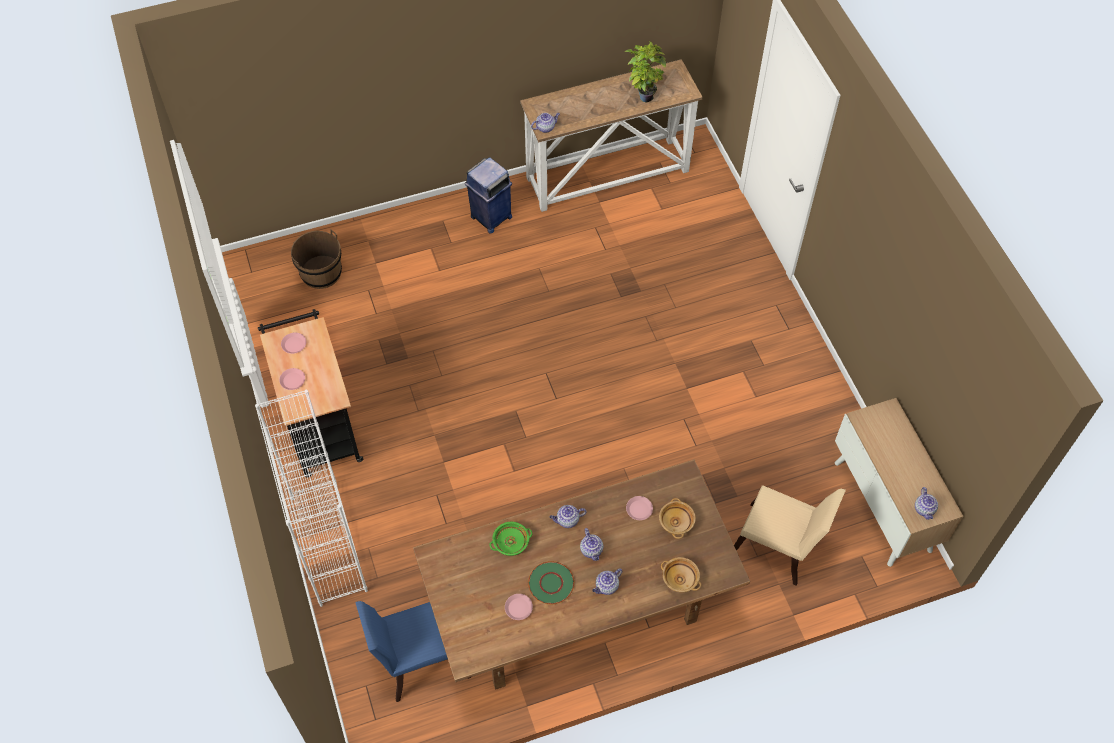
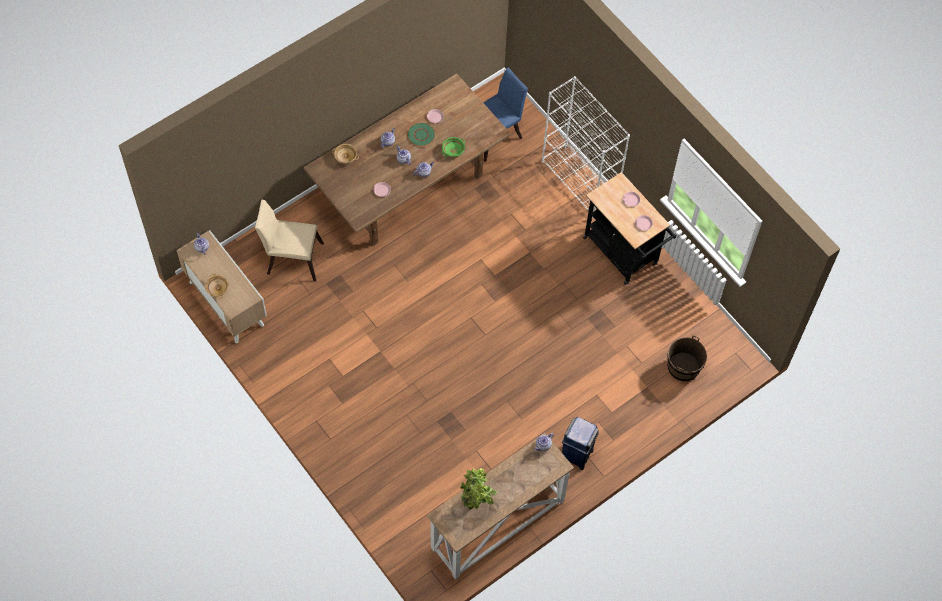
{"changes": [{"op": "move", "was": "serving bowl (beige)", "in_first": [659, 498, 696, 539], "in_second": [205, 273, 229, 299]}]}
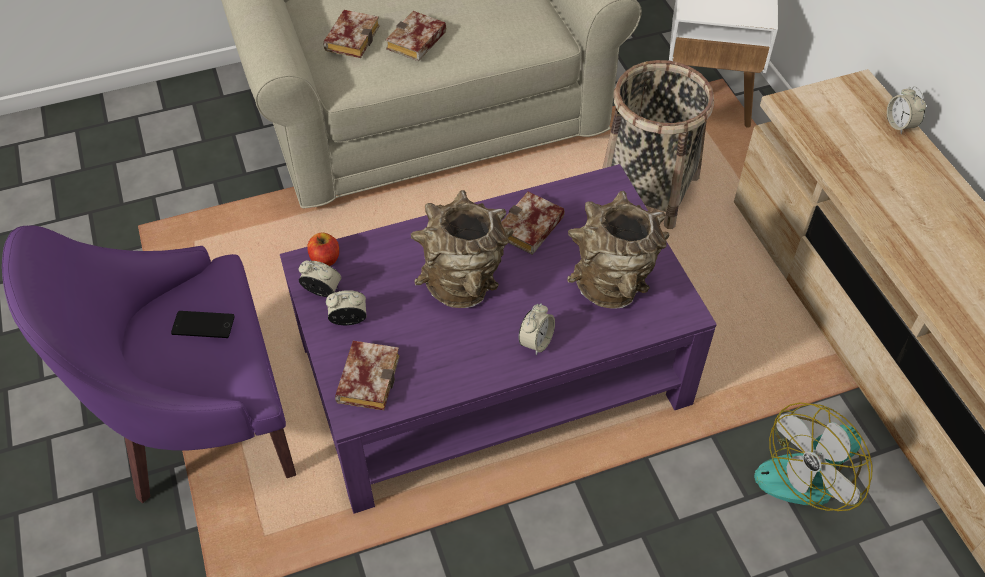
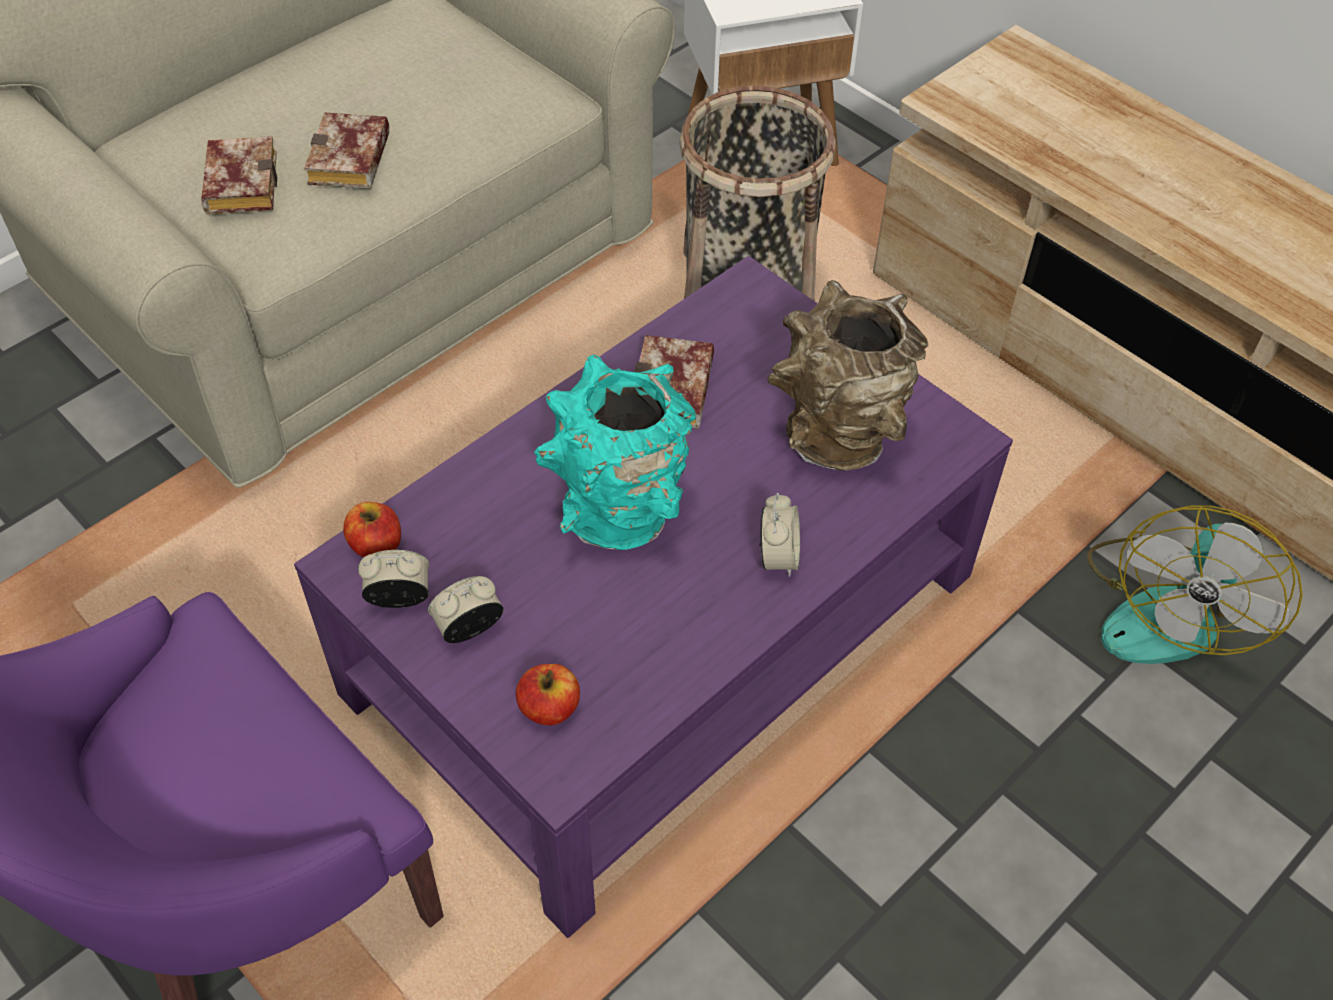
{"changes": [{"op": "delete", "was": "bedside clock", "in_first": [887, 86, 926, 134]}, {"op": "recolor", "was": "flower vase (brown)", "now": "flower vase (blue-green)", "in_first": [411, 190, 513, 308], "in_second": [534, 354, 697, 550]}, {"op": "delete", "was": "handset", "in_first": [171, 311, 235, 338]}, {"op": "replace", "was": "bound book", "now": "whole apple", "in_first": [335, 341, 400, 410], "in_second": [516, 664, 580, 726]}]}
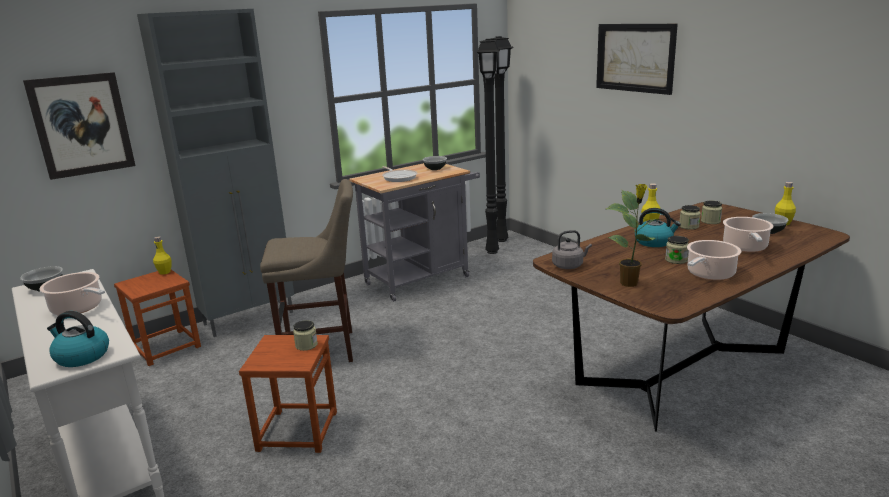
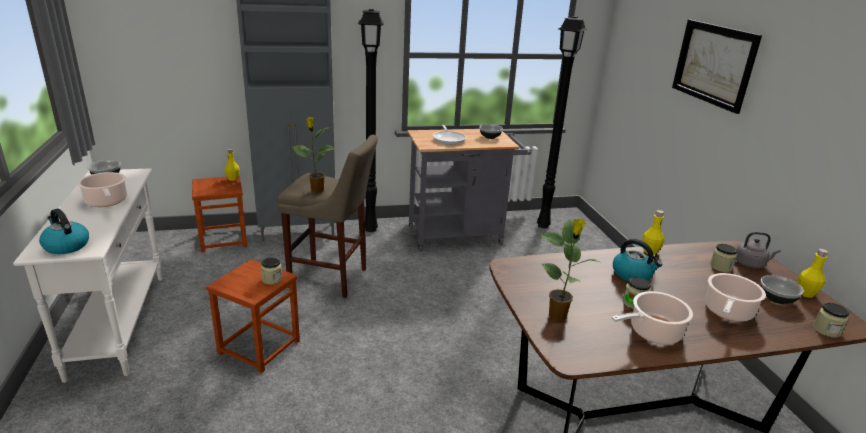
{"changes": [{"op": "move", "was": "floor lamp (blackish)", "in_first": [491, 36, 514, 242], "in_second": [358, 9, 384, 232]}, {"op": "delete", "was": "wall art", "in_first": [23, 72, 136, 180]}, {"op": "move", "was": "jar", "in_first": [680, 205, 701, 230], "in_second": [813, 303, 849, 338]}, {"op": "move", "was": "water kettle (gray)", "in_first": [552, 230, 592, 269], "in_second": [736, 232, 781, 268]}, {"op": "insert", "now": "houseplant", "in_second": [292, 117, 335, 193]}]}
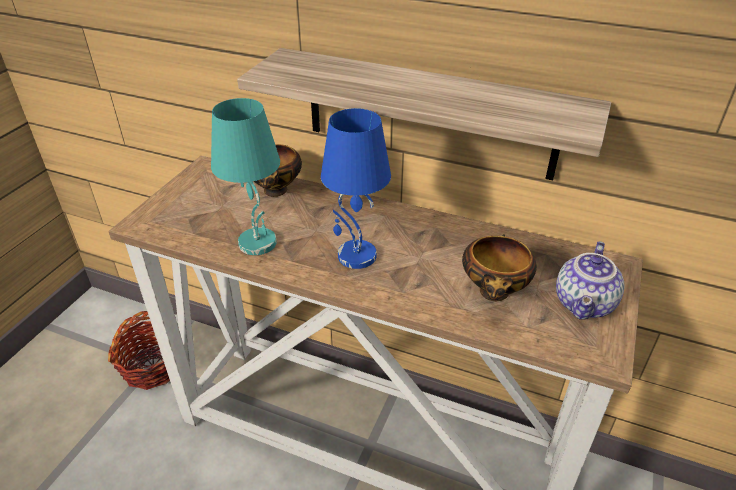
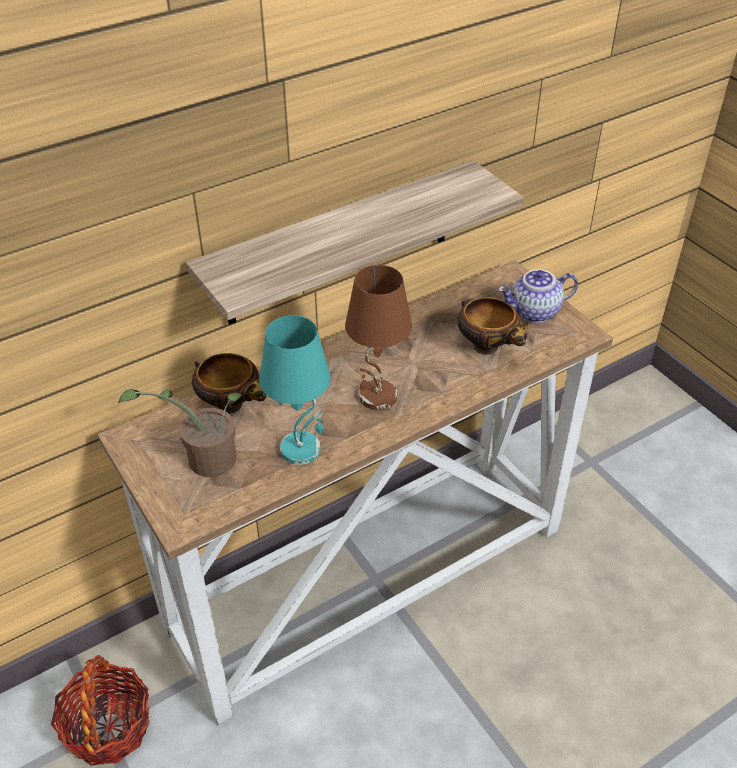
{"changes": [{"op": "recolor", "was": "table lamp (bluish)", "now": "table lamp (brown)", "in_first": [321, 108, 391, 269], "in_second": [345, 265, 412, 410]}, {"op": "rotate", "was": "tea pot", "in_first": [556, 241, 625, 320], "in_second": [498, 270, 578, 323], "clockwise": 105}, {"op": "insert", "now": "houseplant", "in_second": [118, 389, 242, 477]}]}
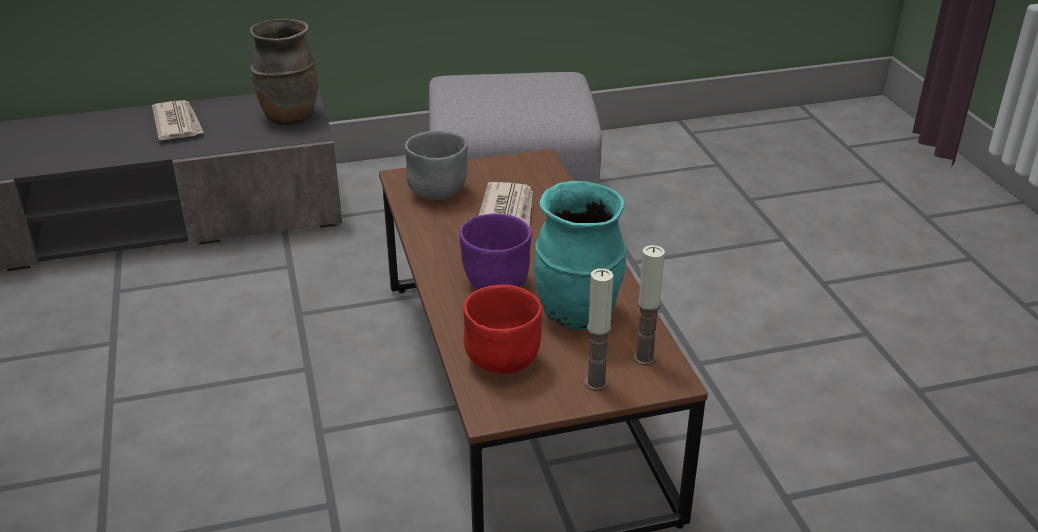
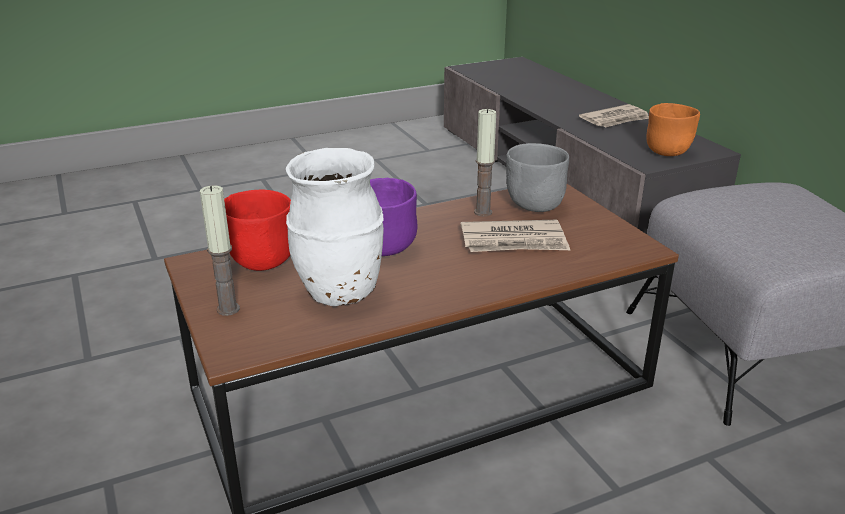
{"changes": [{"op": "replace", "was": "flower vase (brown)", "now": "serving bowl (orange-coloured)", "in_first": [250, 19, 318, 125], "in_second": [646, 103, 700, 156]}, {"op": "recolor", "was": "flower vase (blue-green)", "now": "flower vase (whitish)", "in_first": [534, 181, 626, 330], "in_second": [286, 148, 384, 306]}, {"op": "move", "was": "candle", "in_first": [634, 245, 665, 365], "in_second": [474, 108, 496, 216]}]}
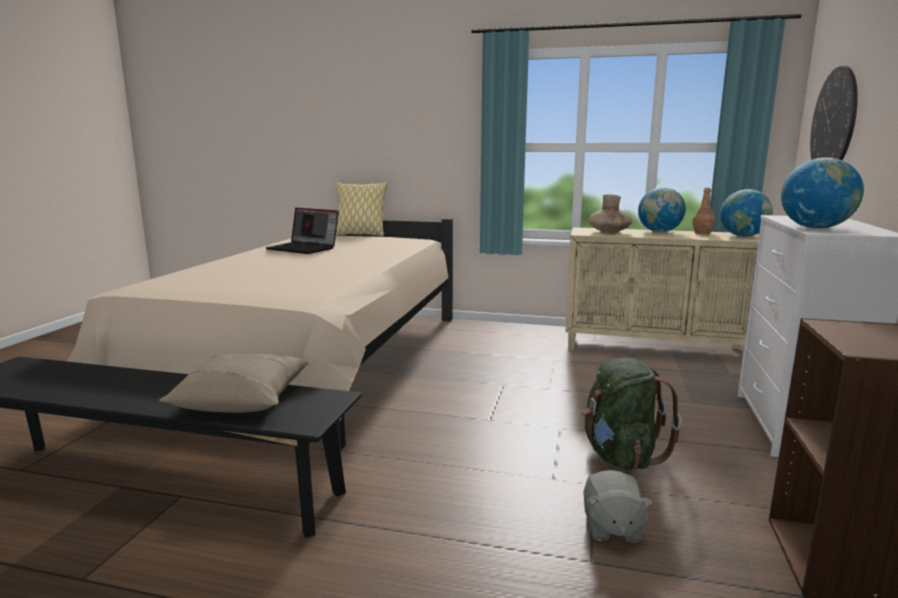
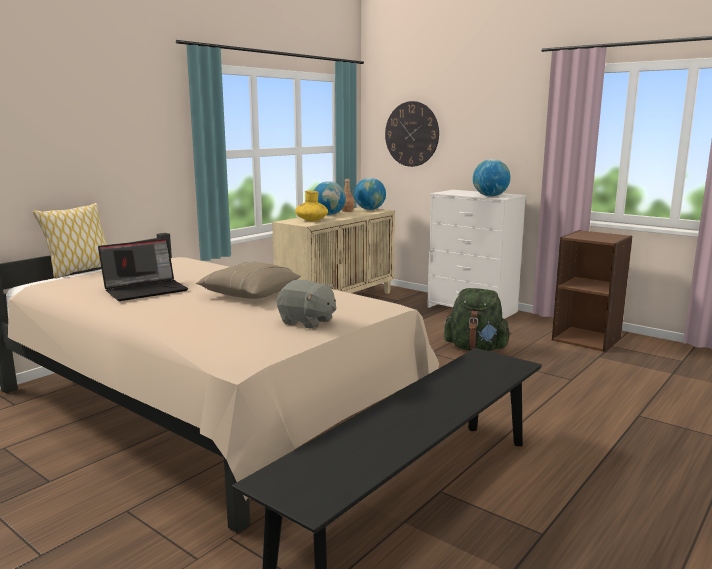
{"changes": [{"op": "recolor", "was": "flower vase (brown)", "now": "flower vase (yellow-coloured)", "in_first": [589, 194, 632, 233], "in_second": [295, 191, 328, 221]}, {"op": "move", "was": "cushion (beige)", "in_first": [159, 353, 309, 413], "in_second": [196, 261, 301, 299]}, {"op": "move", "was": "plush toy (gray)", "in_first": [583, 470, 653, 543], "in_second": [277, 280, 336, 329]}]}
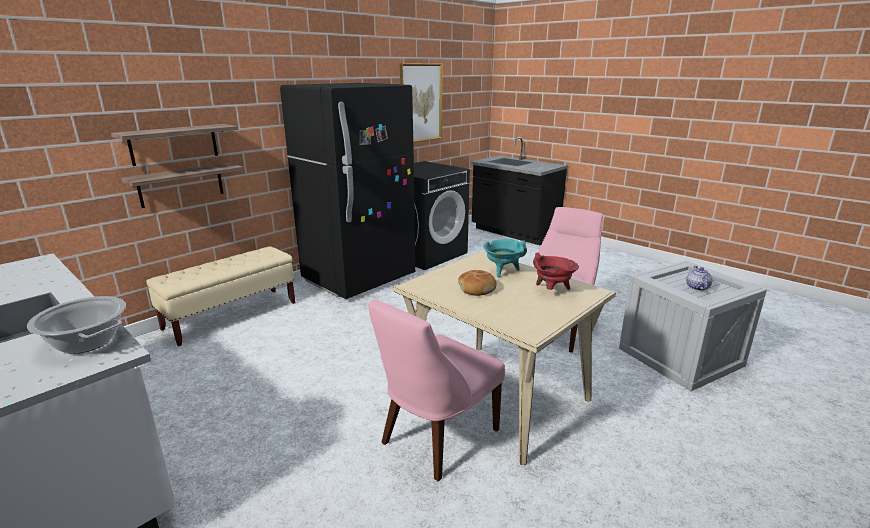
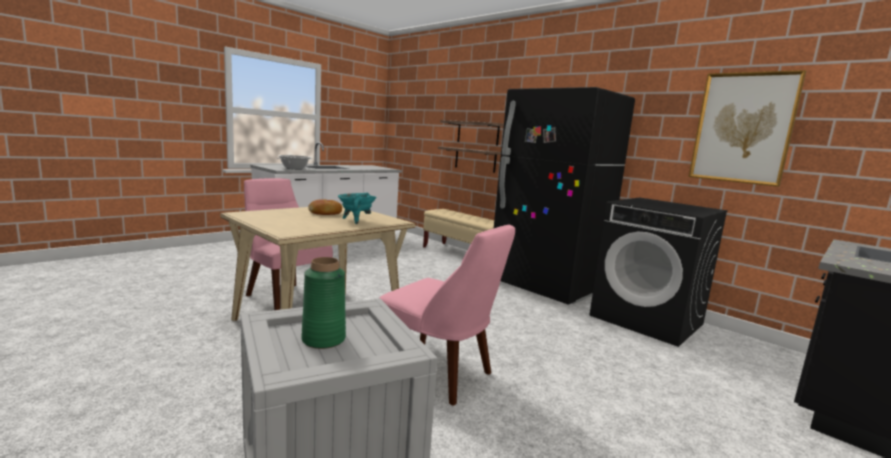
{"changes": [{"op": "delete", "was": "saucepot (reddish)", "in_first": [533, 252, 579, 290]}, {"op": "replace", "was": "tea pot", "now": "flower vase (green)", "in_first": [686, 266, 712, 291], "in_second": [301, 257, 346, 349]}]}
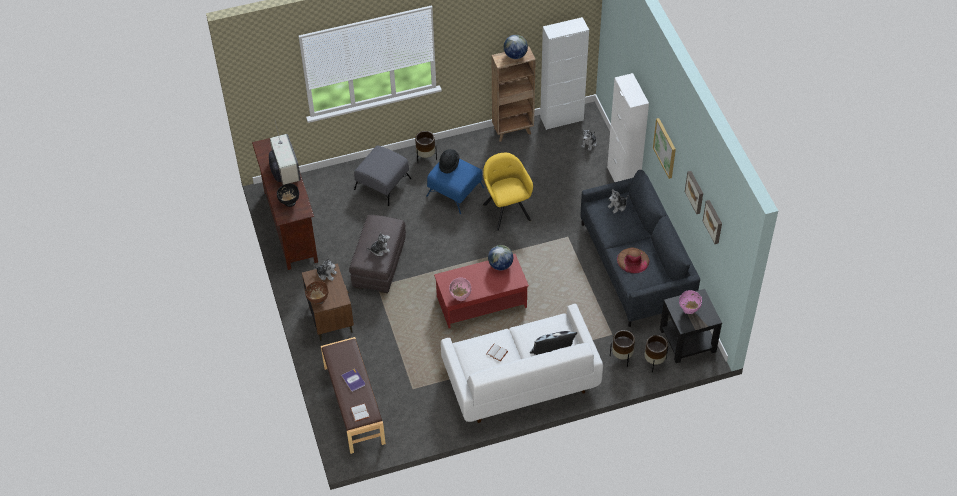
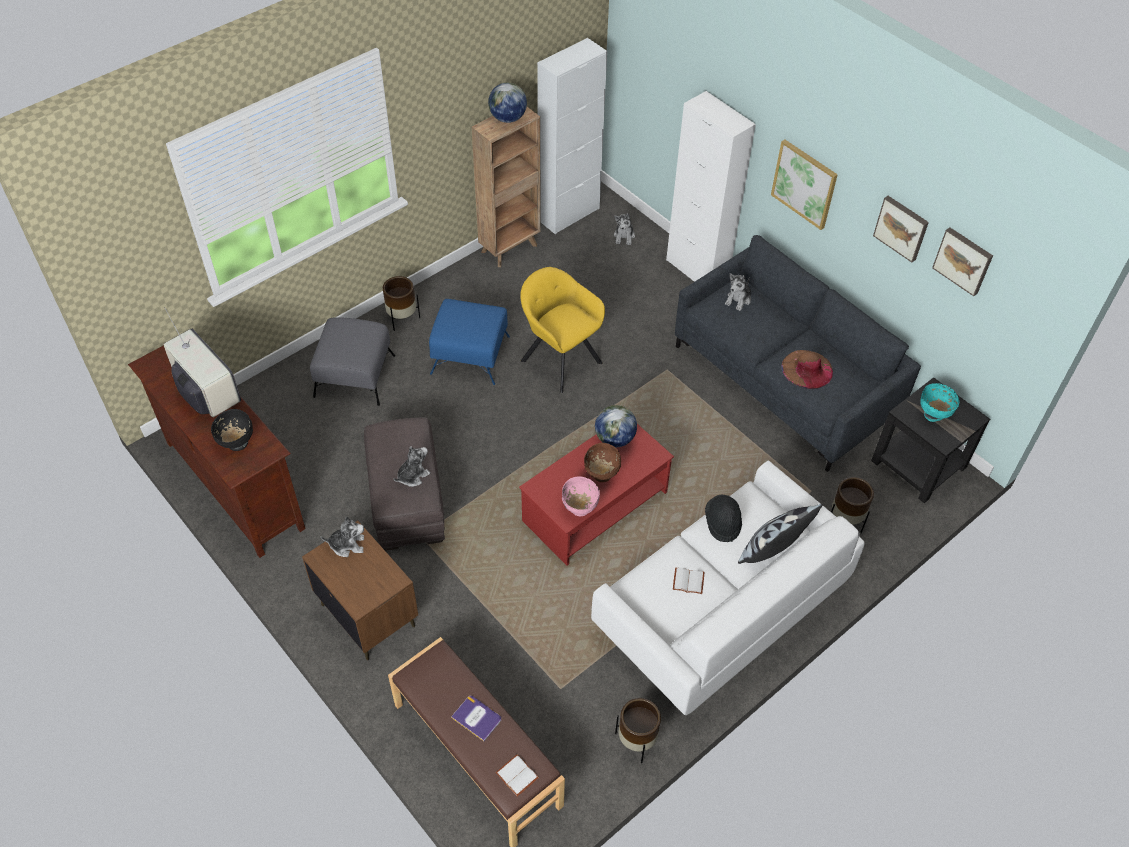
{"changes": [{"op": "move", "was": "hat (blackish)", "in_first": [439, 149, 460, 174], "in_second": [705, 495, 742, 542]}, {"op": "move", "was": "serving bowl (brown)", "in_first": [305, 281, 328, 305], "in_second": [584, 443, 621, 482]}, {"op": "recolor", "was": "serving bowl (pink-coloured)", "now": "serving bowl (blue-green)", "in_first": [679, 290, 702, 314], "in_second": [920, 383, 959, 422]}, {"op": "move", "was": "flower pot (brown)", "in_first": [645, 335, 668, 373], "in_second": [615, 698, 661, 763]}]}
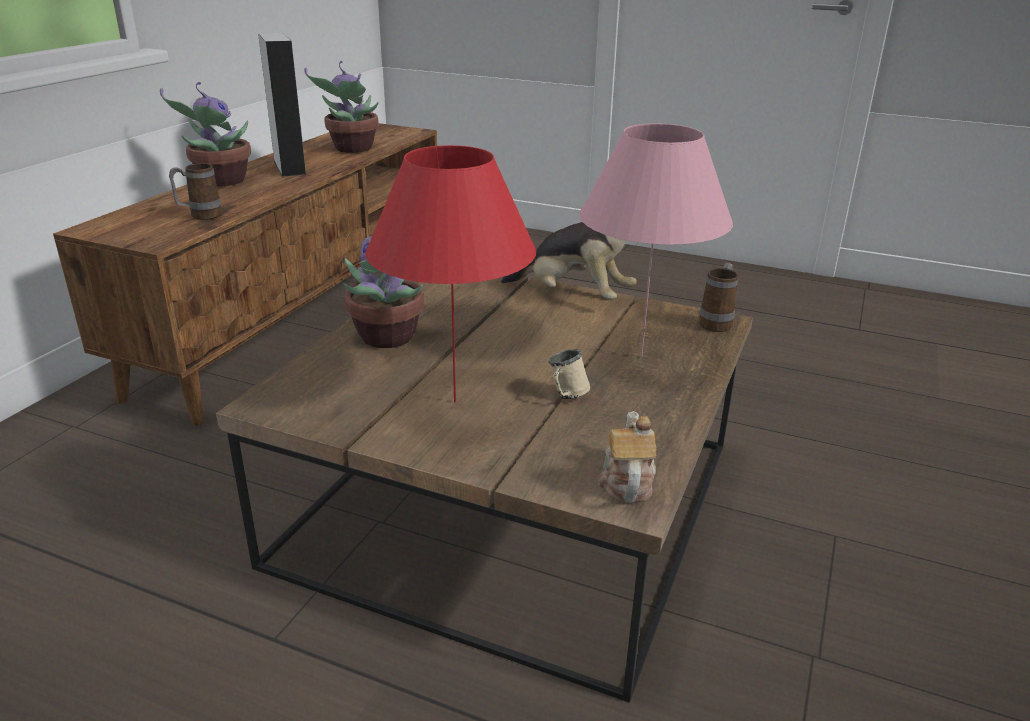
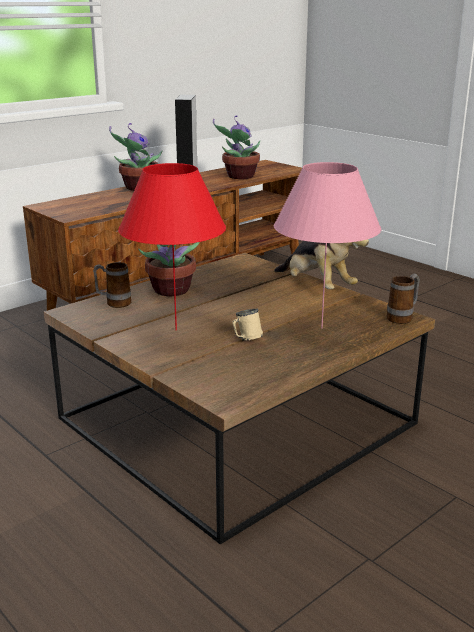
{"changes": [{"op": "move", "was": "coffee mug", "in_first": [169, 163, 222, 220], "in_second": [93, 262, 131, 308]}, {"op": "delete", "was": "tea pot", "in_first": [598, 411, 656, 503]}]}
